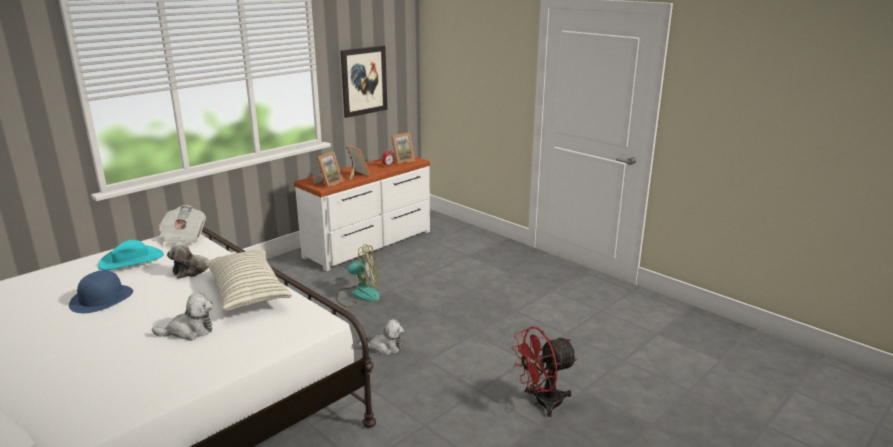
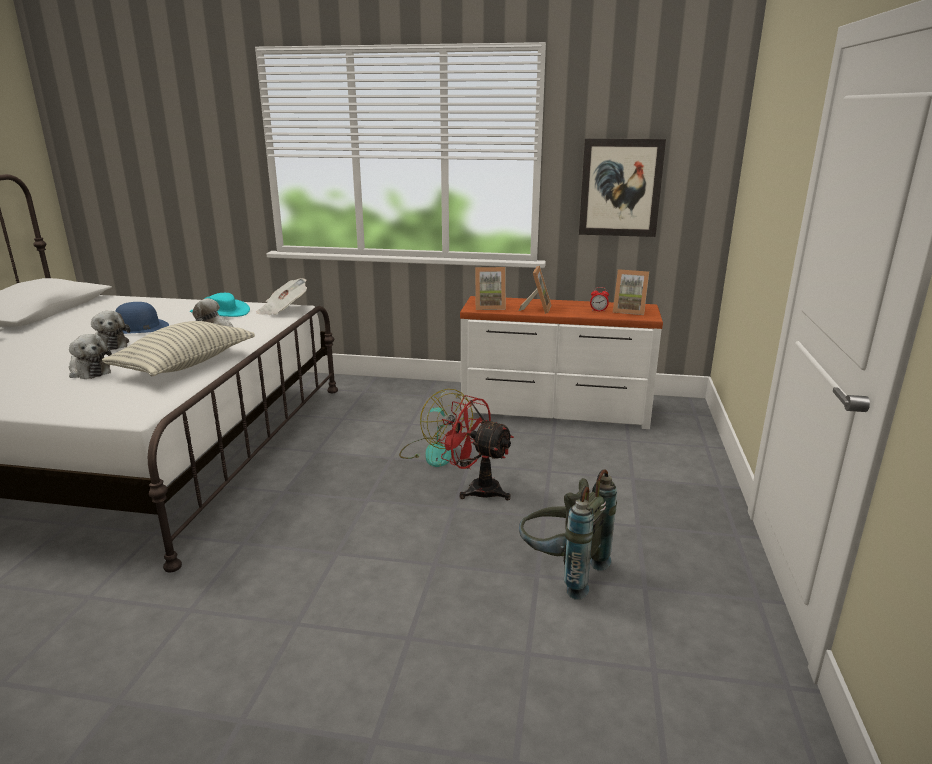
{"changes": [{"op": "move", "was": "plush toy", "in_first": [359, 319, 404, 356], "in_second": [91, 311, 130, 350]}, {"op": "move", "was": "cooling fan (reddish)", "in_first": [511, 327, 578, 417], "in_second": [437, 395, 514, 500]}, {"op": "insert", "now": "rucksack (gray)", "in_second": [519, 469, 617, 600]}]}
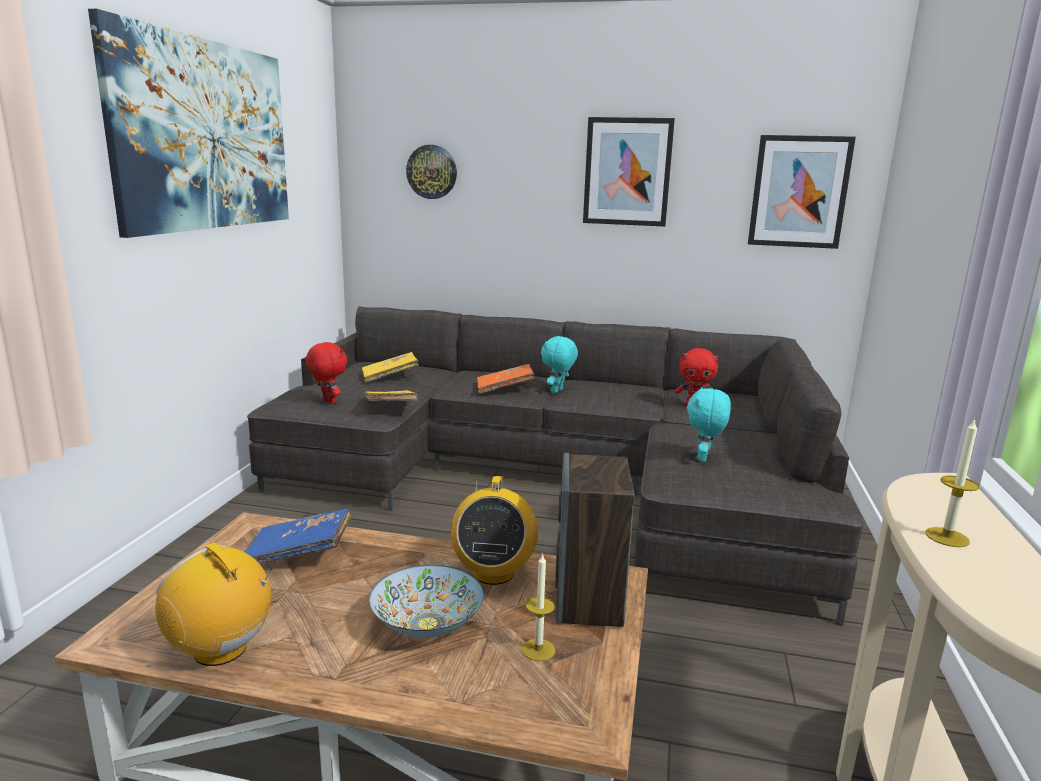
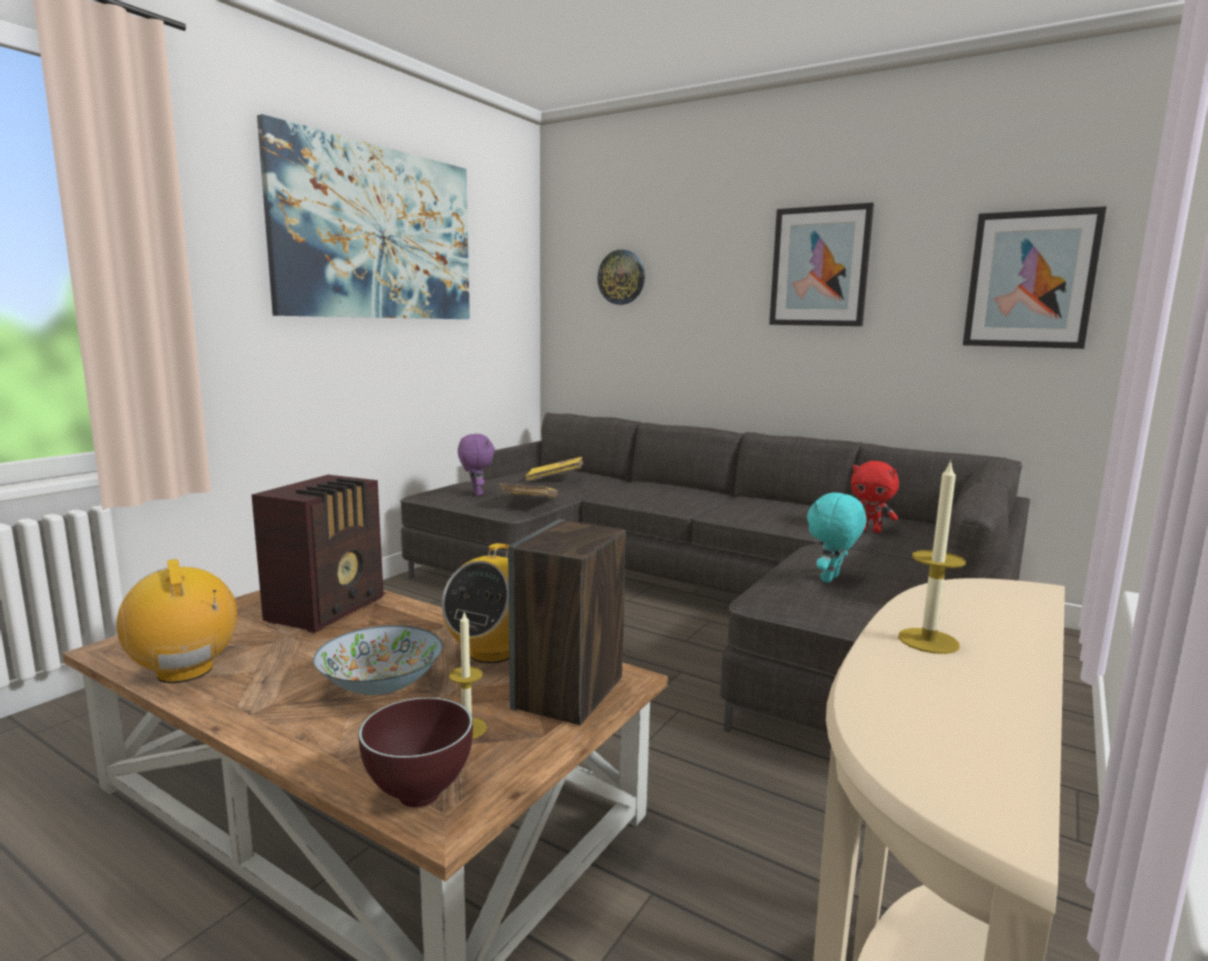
{"changes": [{"op": "delete", "was": "plush toy (blue-green)", "in_first": [541, 336, 578, 393]}, {"op": "recolor", "was": "plush toy (reddish)", "now": "plush toy (purple-coloured)", "in_first": [306, 342, 347, 404], "in_second": [458, 434, 495, 496]}, {"op": "delete", "was": "bound book (orange-coloured)", "in_first": [477, 364, 535, 393]}, {"op": "replace", "was": "bound book (bluish)", "now": "radio set", "in_first": [245, 508, 352, 565], "in_second": [252, 475, 384, 633]}, {"op": "insert", "now": "serving bowl (brown)", "in_second": [358, 697, 473, 807]}]}
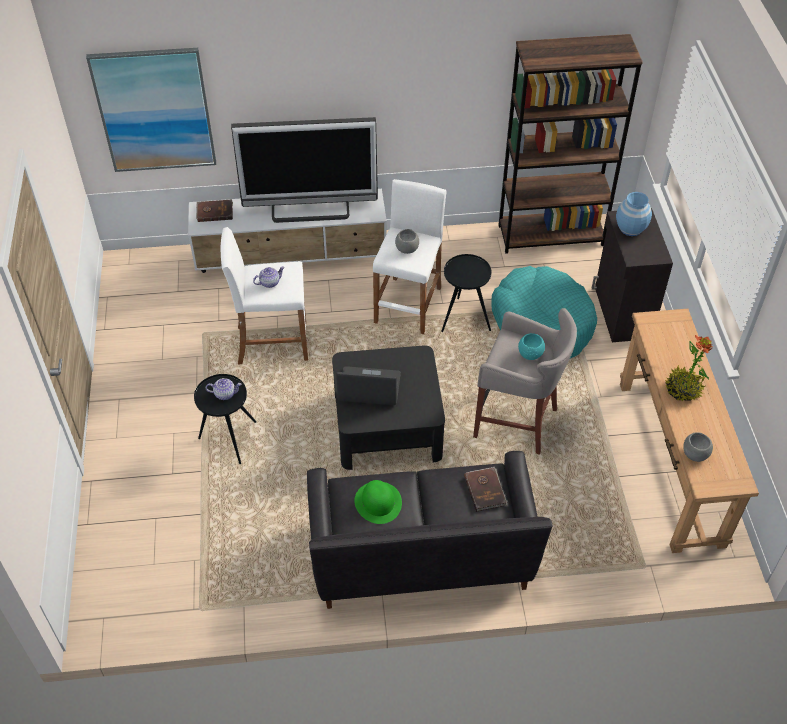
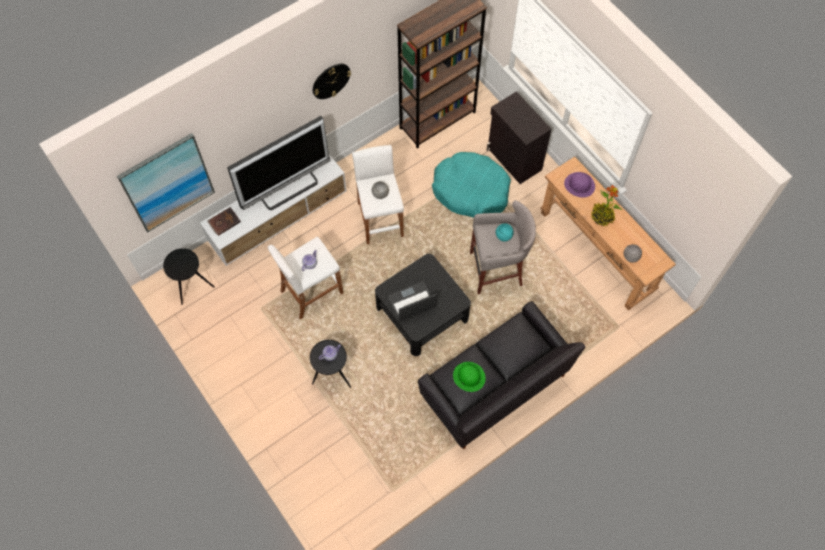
{"changes": [{"op": "delete", "was": "flower vase (bluish)", "in_first": [616, 192, 652, 236]}, {"op": "move", "was": "side table (blackish)", "in_first": [441, 254, 492, 332], "in_second": [163, 248, 215, 305]}, {"op": "delete", "was": "bound book (brown)", "in_first": [464, 467, 507, 512]}, {"op": "insert", "now": "hanging clock", "in_second": [313, 64, 351, 99]}, {"op": "insert", "now": "hat (purple-coloured)", "in_second": [564, 172, 595, 198]}]}
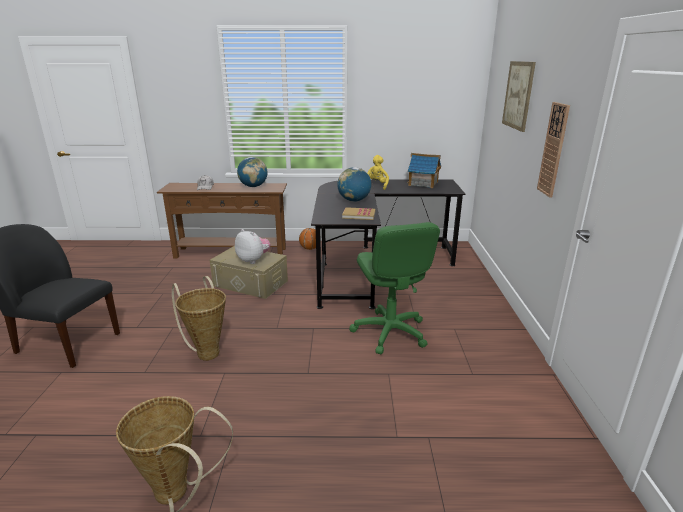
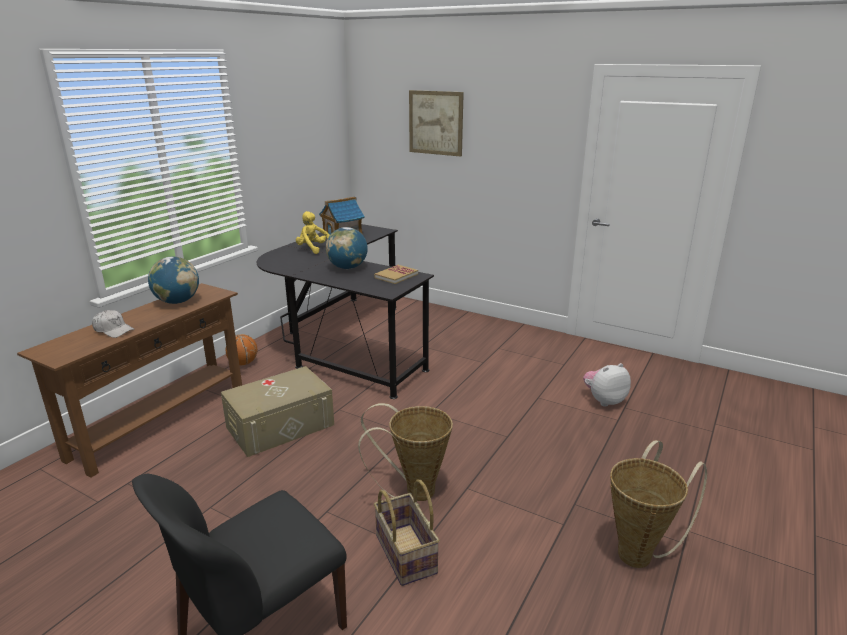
{"changes": [{"op": "delete", "was": "hanging clock", "in_first": [537, 102, 570, 198]}, {"op": "delete", "was": "desk chair (green)", "in_first": [349, 222, 440, 354]}, {"op": "move", "was": "plush toy", "in_first": [235, 229, 270, 264], "in_second": [583, 363, 631, 407]}, {"op": "insert", "now": "basket", "in_second": [374, 479, 440, 586]}]}
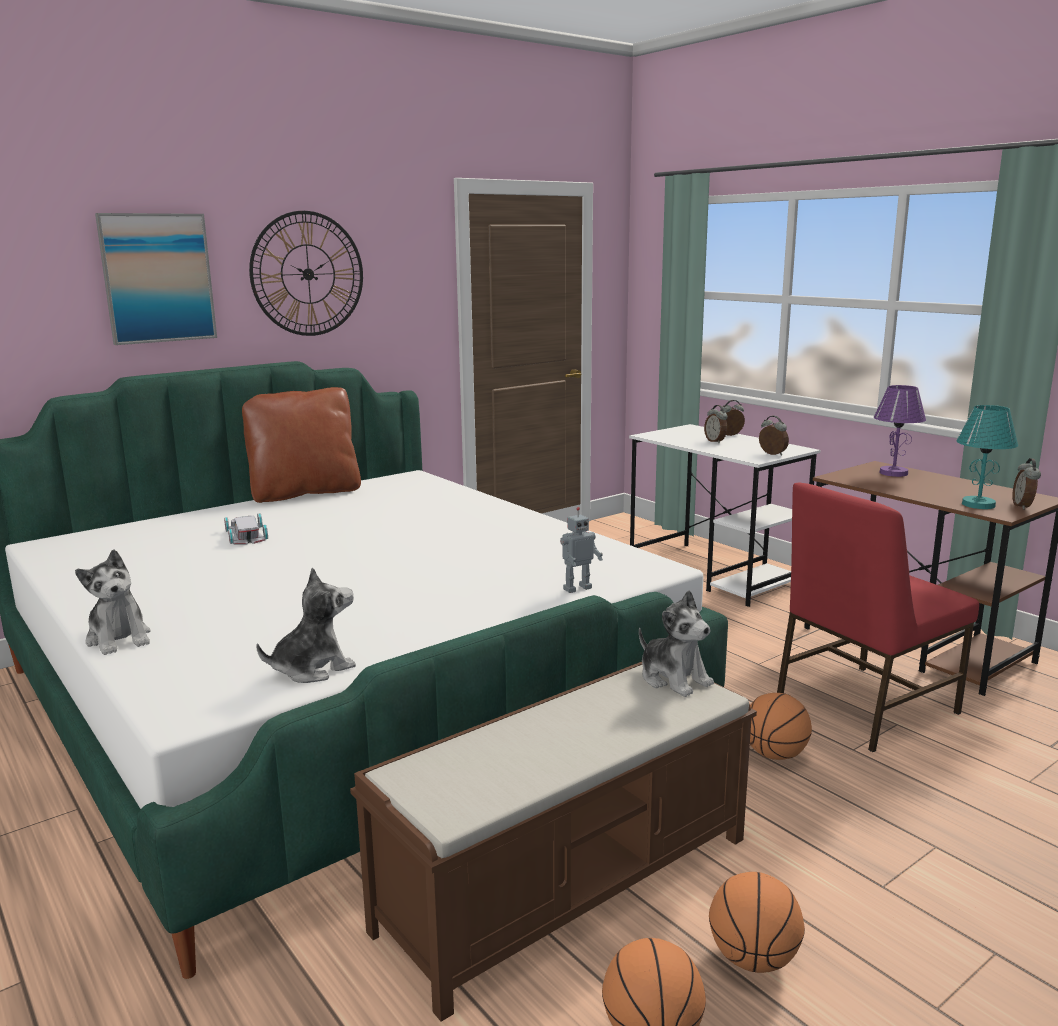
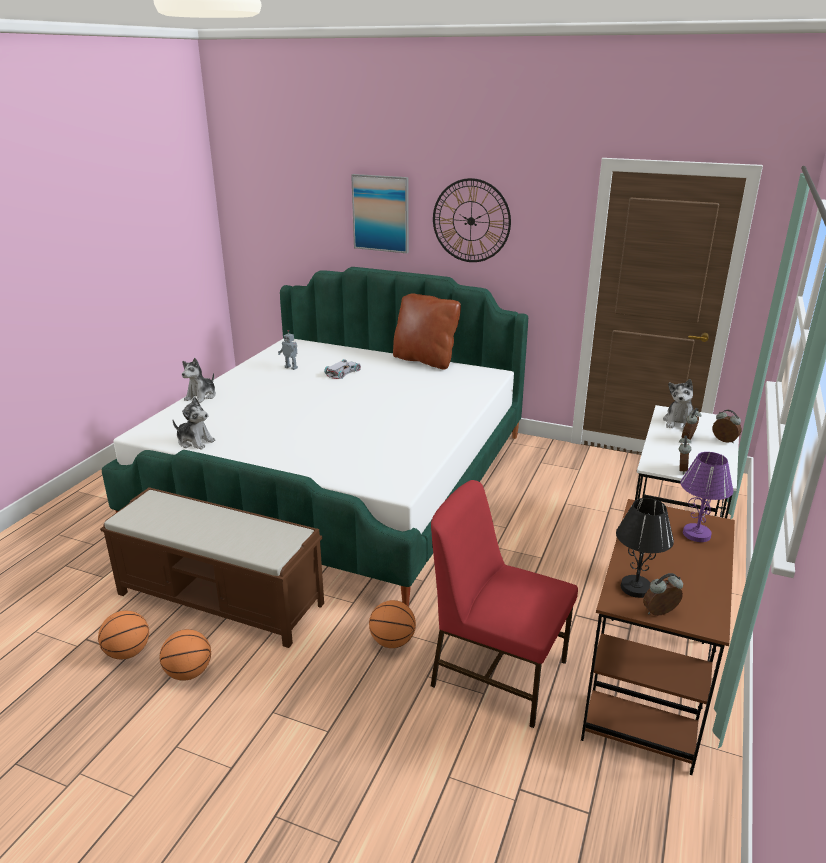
{"changes": [{"op": "recolor", "was": "table lamp (blue-green)", "now": "table lamp (blackish)", "in_first": [957, 405, 1018, 509], "in_second": [616, 498, 674, 598]}, {"op": "move", "was": "robot figure", "in_first": [560, 507, 603, 593], "in_second": [278, 330, 298, 370]}, {"op": "move", "was": "plush toy", "in_first": [639, 590, 714, 697], "in_second": [663, 379, 694, 429]}]}
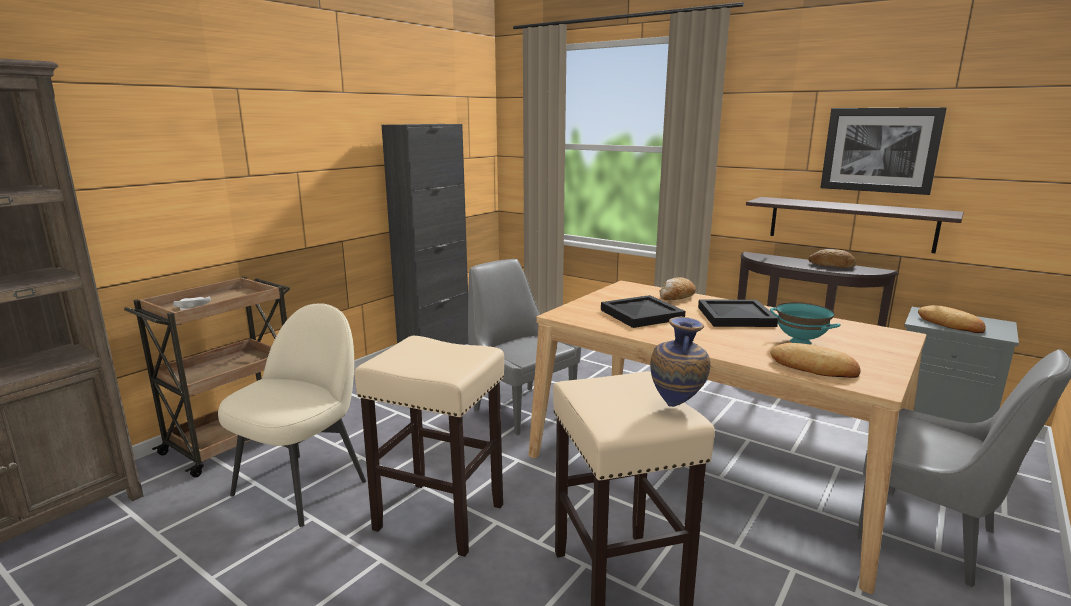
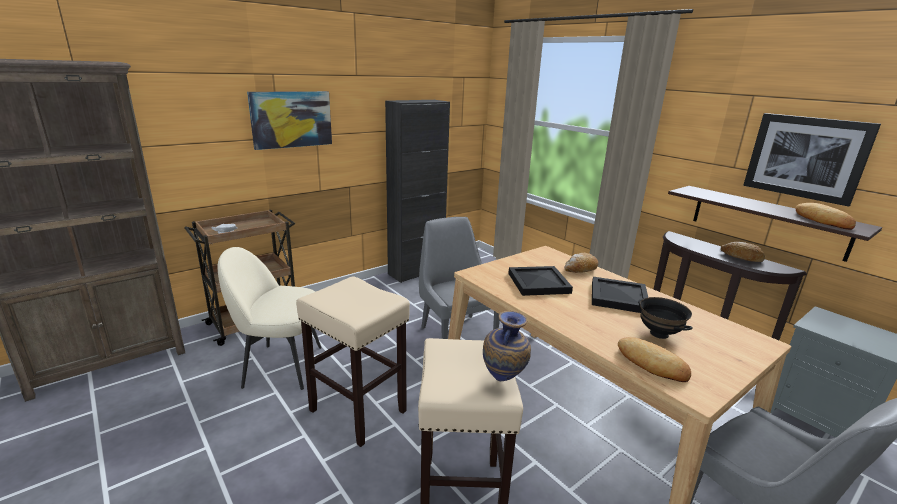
{"changes": [{"op": "recolor", "was": "serving bowl (blue-green)", "now": "serving bowl (blackish)", "in_first": [770, 302, 841, 344], "in_second": [638, 297, 693, 339]}, {"op": "rotate", "was": "plain chair (beige)", "in_first": [218, 303, 366, 527], "in_second": [217, 247, 322, 390], "clockwise": -135}, {"op": "move", "was": "baked bread", "in_first": [918, 305, 986, 333], "in_second": [795, 203, 856, 230]}, {"op": "insert", "now": "wall art", "in_second": [247, 91, 332, 150]}]}
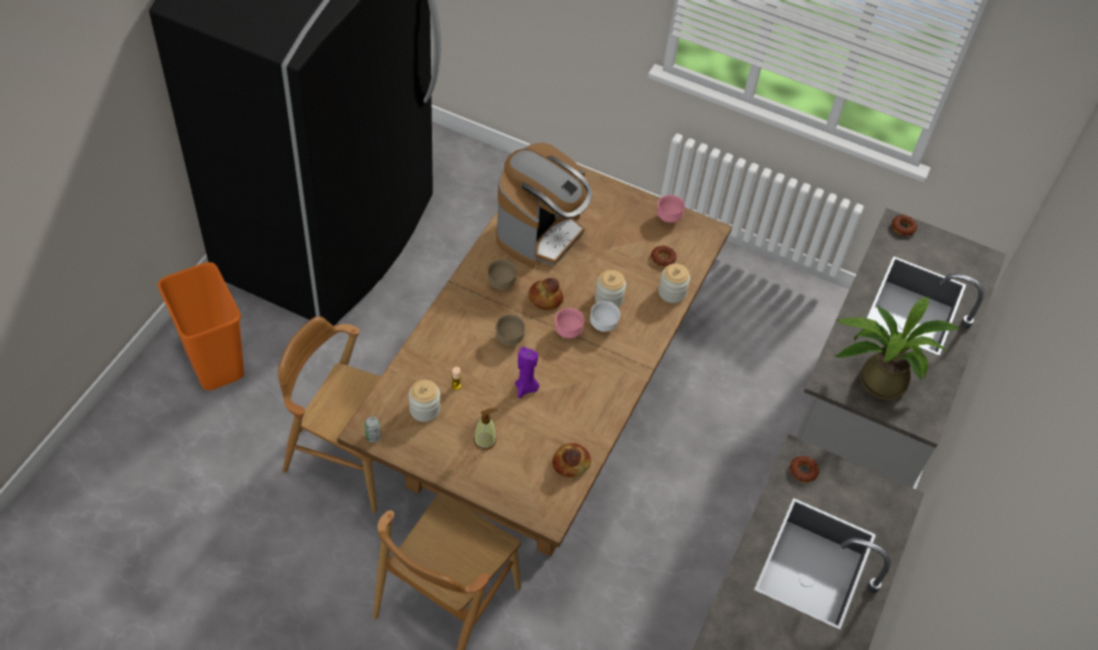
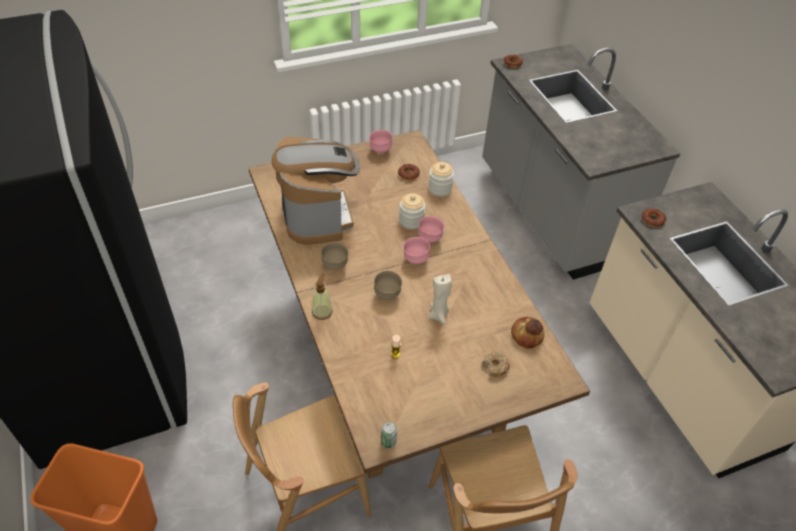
{"changes": [{"op": "delete", "was": "baked bread", "in_first": [528, 278, 563, 310]}, {"op": "delete", "was": "houseplant", "in_first": [835, 297, 961, 400]}, {"op": "recolor", "was": "serving bowl (whitish)", "now": "serving bowl (pink-coloured)", "in_first": [590, 301, 620, 332], "in_second": [418, 216, 445, 243]}, {"op": "recolor", "was": "candle (purple-coloured)", "now": "candle (beige)", "in_first": [515, 347, 539, 398], "in_second": [429, 274, 452, 325]}, {"op": "delete", "was": "jar", "in_first": [409, 380, 440, 422]}, {"op": "move", "was": "soap dispenser", "in_first": [474, 408, 498, 450], "in_second": [312, 274, 333, 320]}, {"op": "insert", "now": "donut", "in_second": [482, 352, 510, 377]}]}
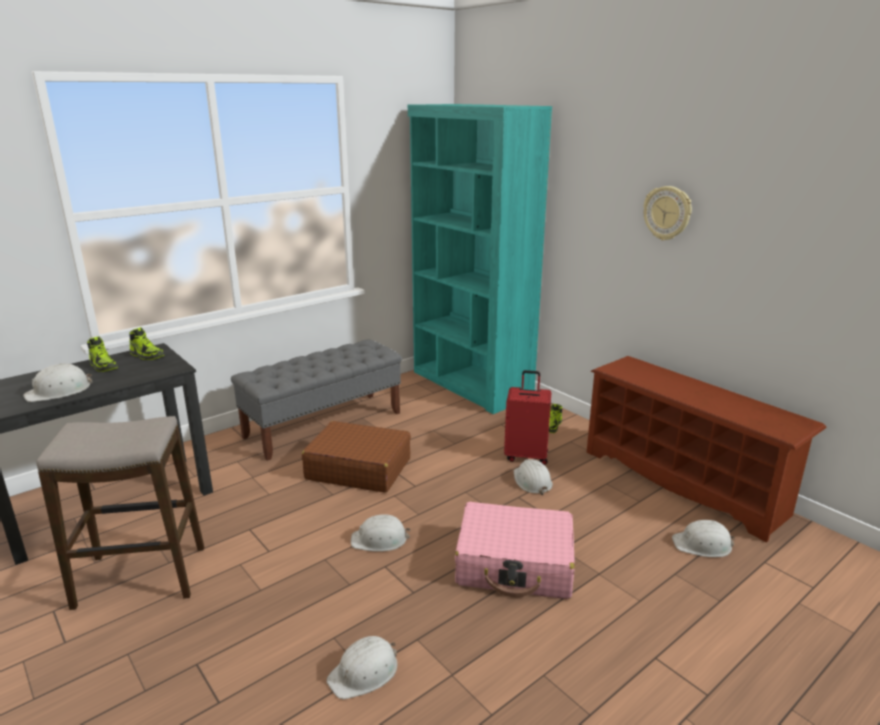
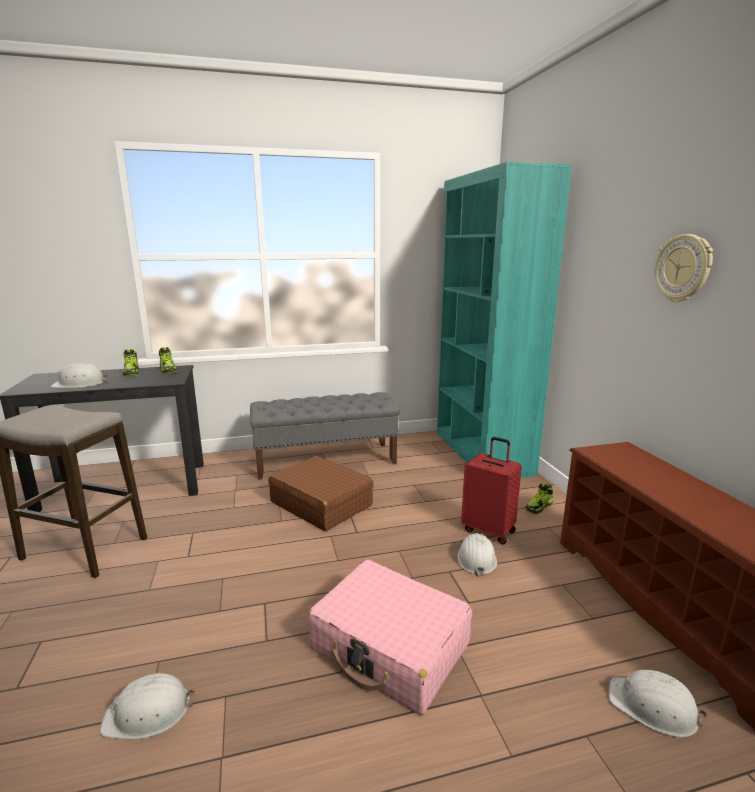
{"changes": [{"op": "delete", "was": "safety helmet (whitish)", "in_first": [351, 514, 410, 552]}]}
